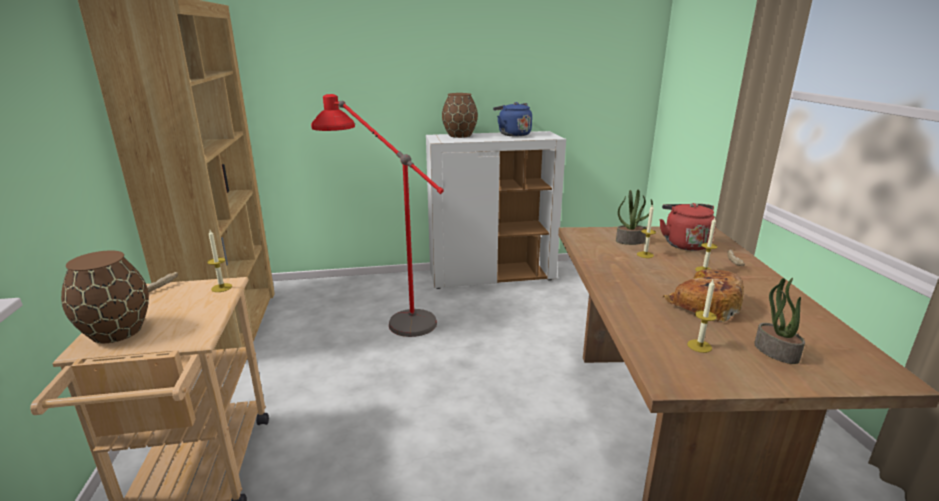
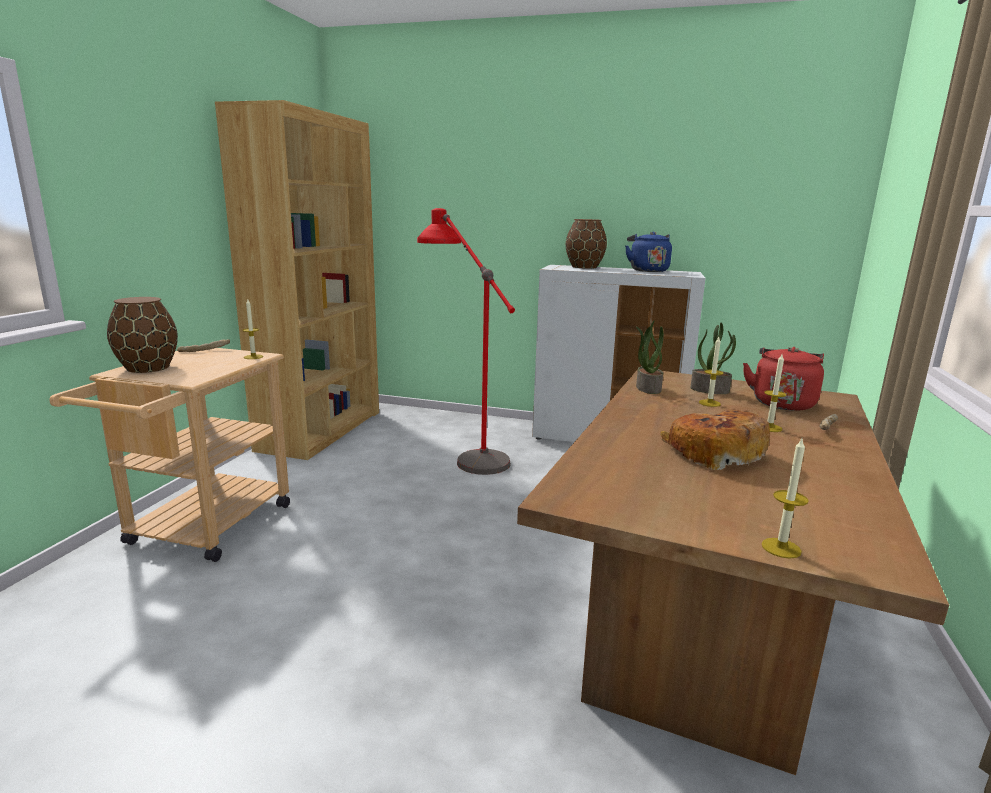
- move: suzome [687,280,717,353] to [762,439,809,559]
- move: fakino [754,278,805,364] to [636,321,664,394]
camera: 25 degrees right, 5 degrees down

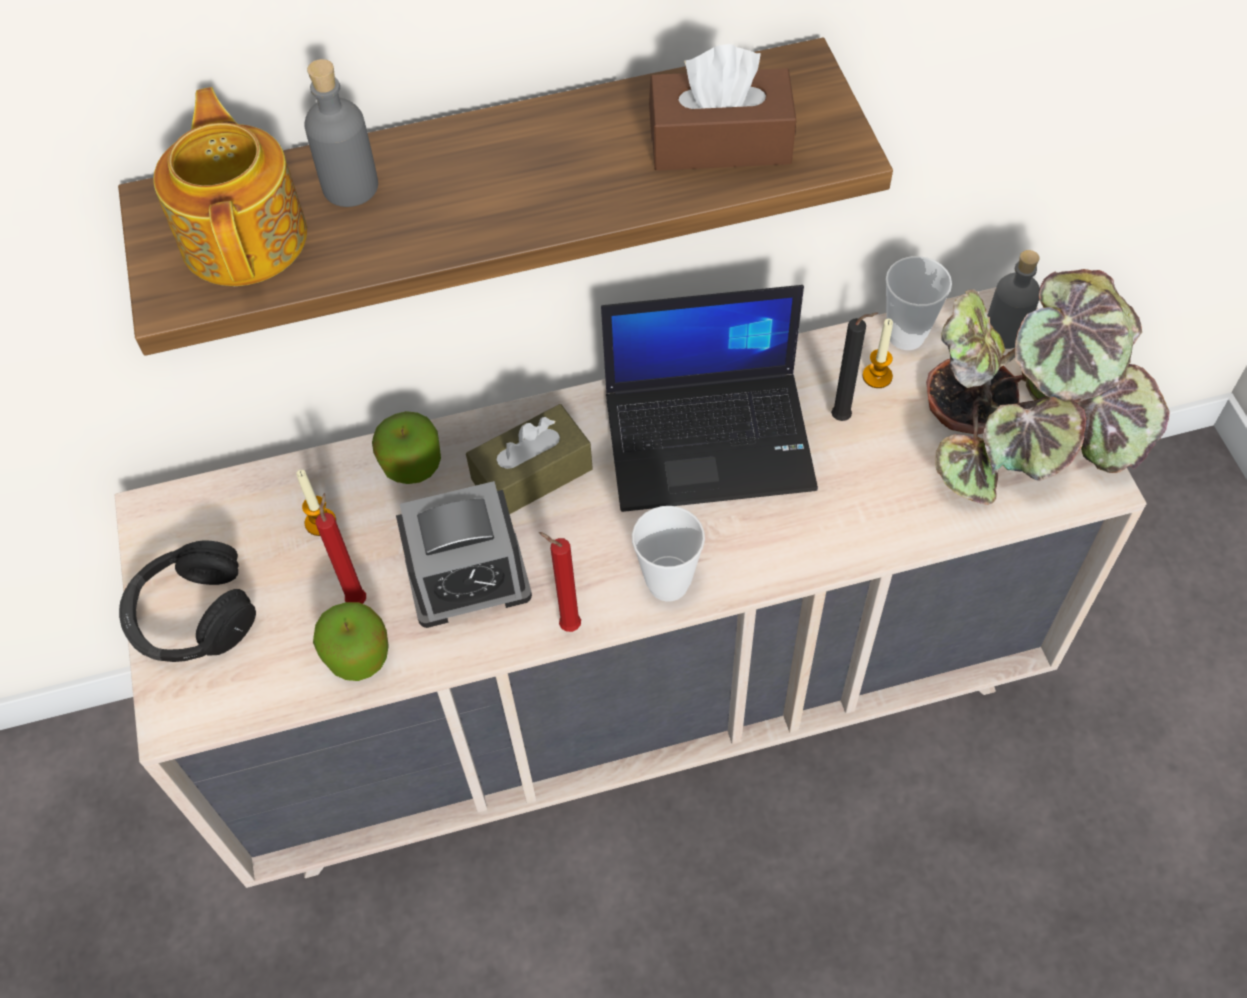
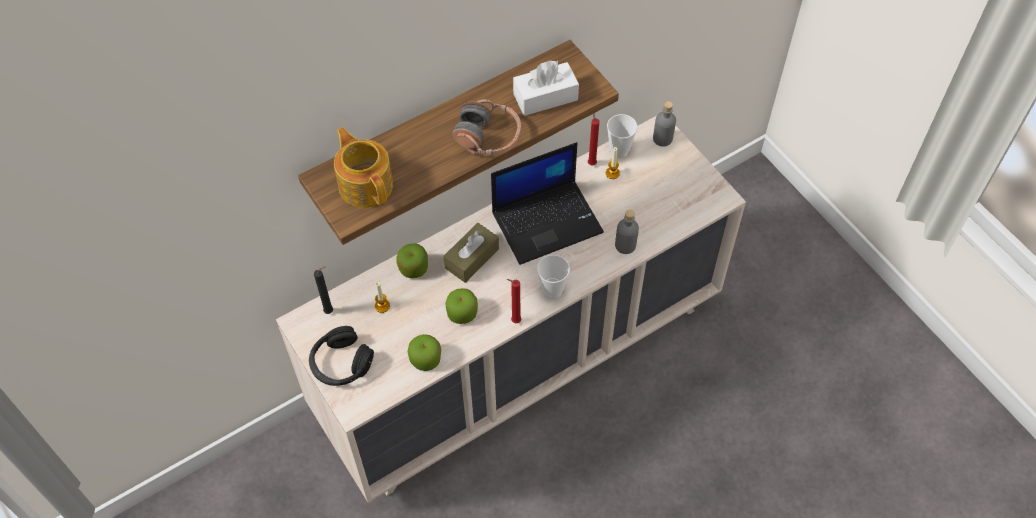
- move: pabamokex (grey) [304,59,378,207] to [615,210,639,254]
- move: suzome (red) [316,493,366,604] to [588,113,599,165]
- replace: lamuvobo [396,481,532,628] to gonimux [445,288,478,324]
- recolor: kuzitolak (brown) [649,44,796,171] to kuzitolak (white) [513,60,579,116]
- move: suzome (black) [831,313,879,421] to [314,266,333,314]
- delete: fakino [926,269,1169,505]
- insert: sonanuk [452,99,521,155]
camera: 20 degrees left, 0 degrees up

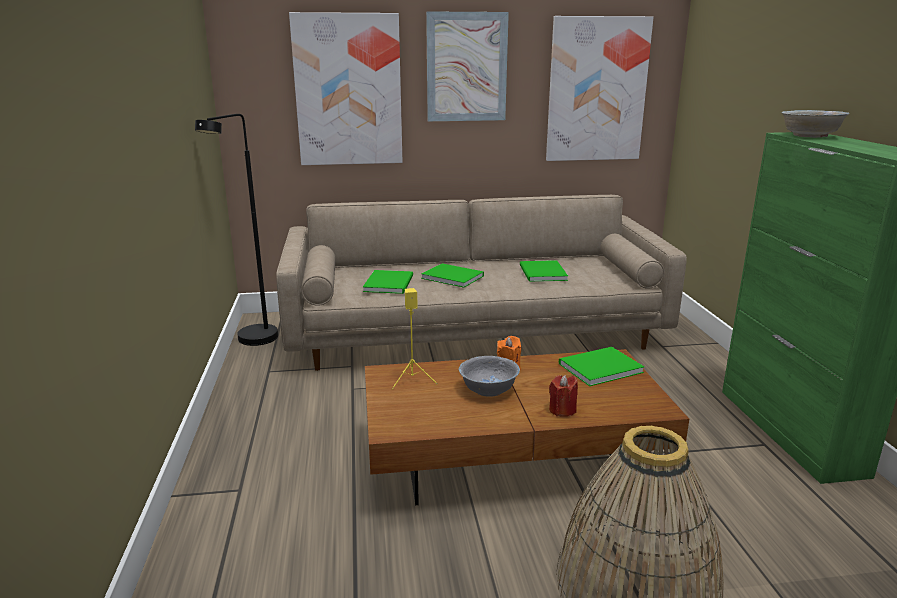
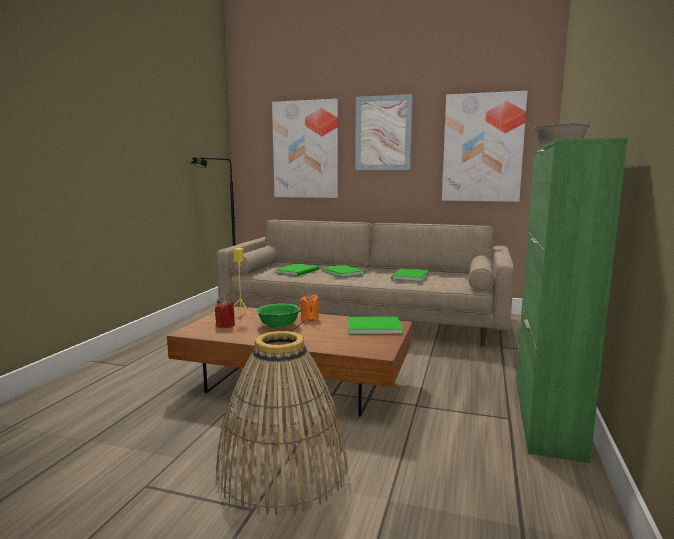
- recolor: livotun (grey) [459,356,520,397] to livotun (green) [256,303,300,328]
- move: suzome (red) [549,375,578,417] to [215,299,235,328]
camera: 25 degrees right, 10 degrees down

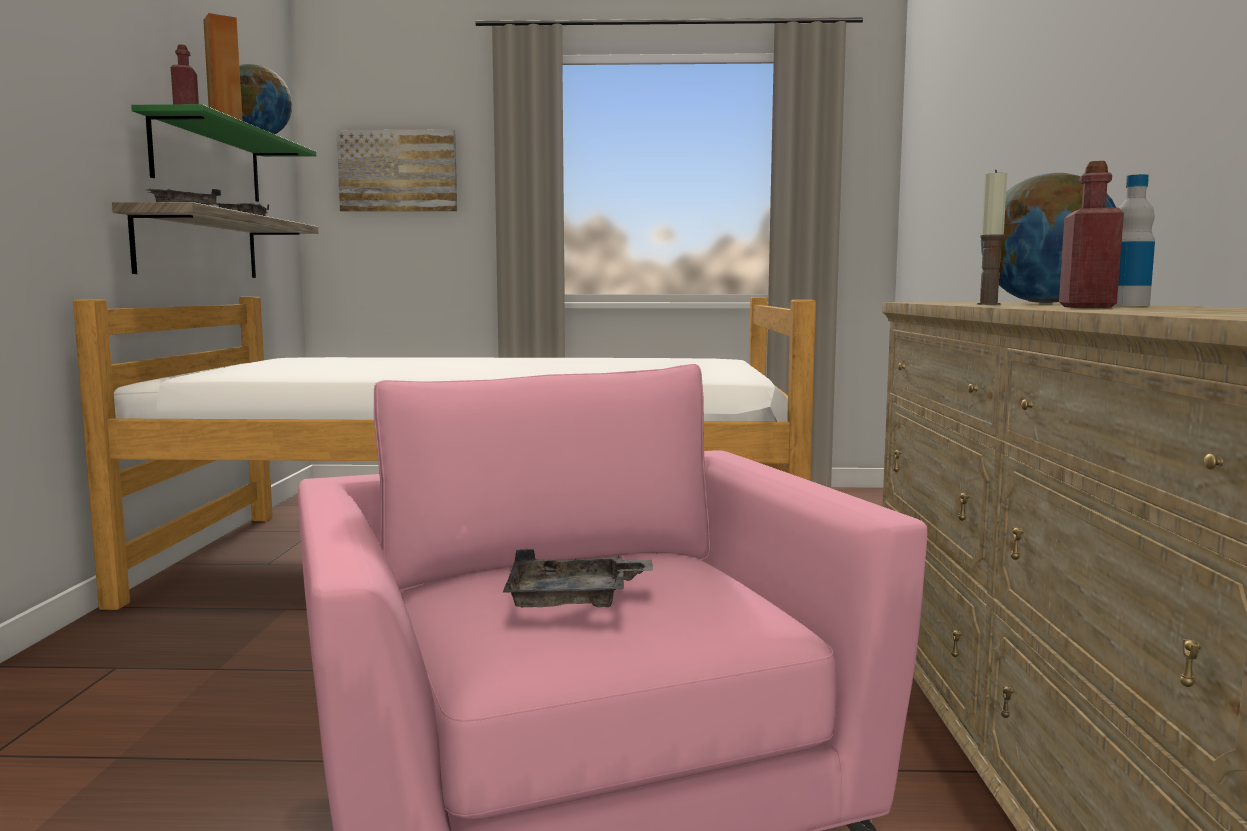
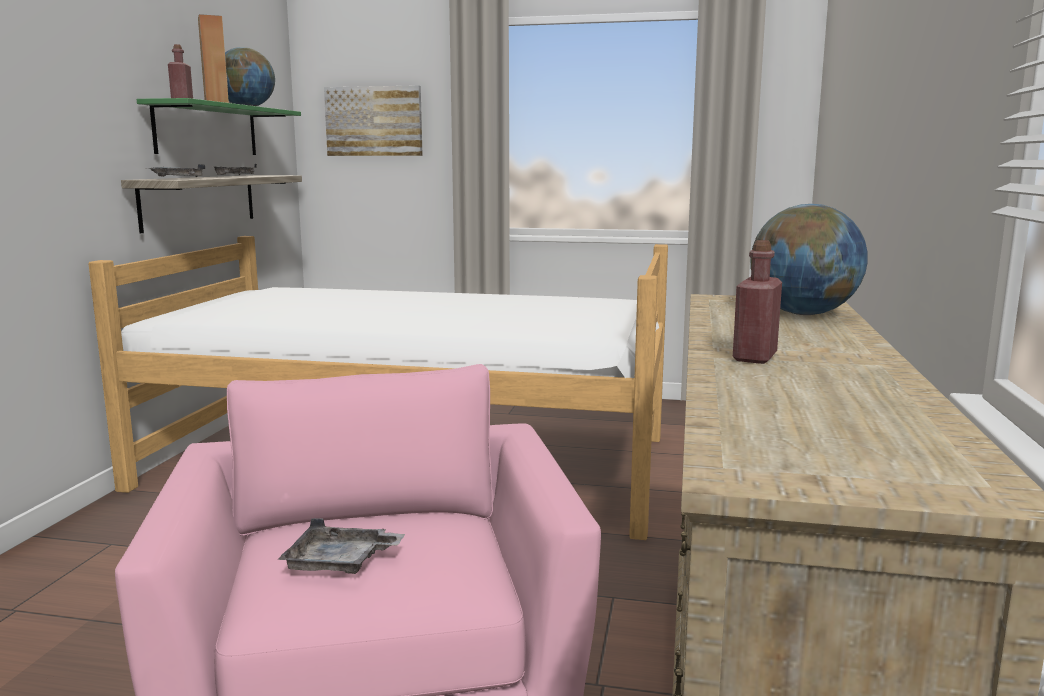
- delete: suzome [977,170,1007,305]
- delete: pabamokex [1114,174,1155,306]
camera: 10 degrees right, 5 degrees up

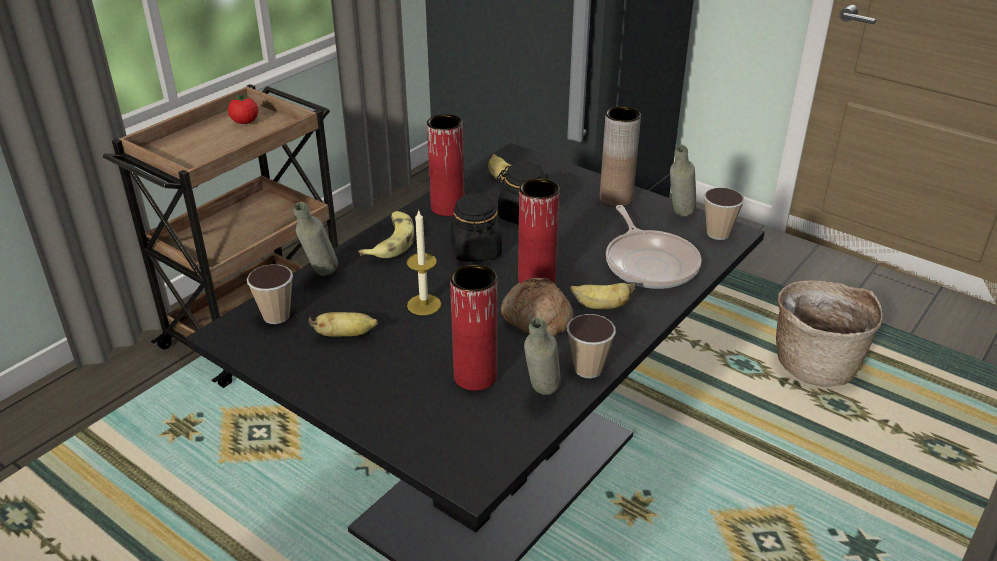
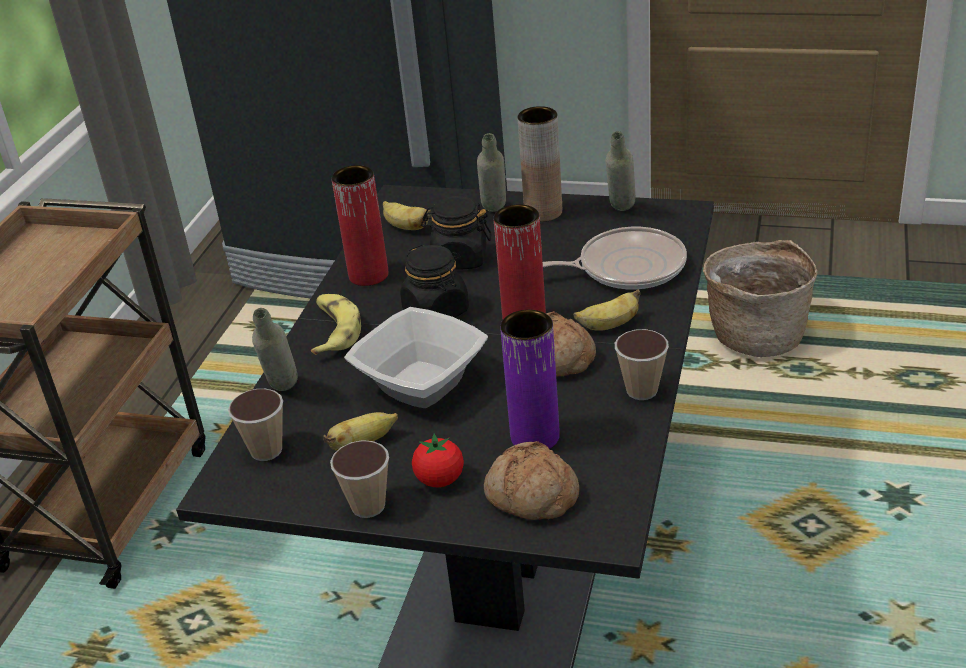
- move: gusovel [228,94,259,124] to [412,434,464,487]
- replace: suzome [407,211,441,315] to livotun [344,307,488,408]
- recolor: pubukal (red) [450,264,497,391] to pubukal (purple) [500,310,560,449]
- move: pabamokex (grey) [524,317,561,395] to [477,133,506,212]
- rotate: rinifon [606,205,701,289] = [543,227,687,290] 60 degrees counterclockwise
- move: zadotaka [704,187,744,240] to [330,440,389,518]
- insert: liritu [484,441,579,520]
camera: 20 degrees left, 0 degrees up

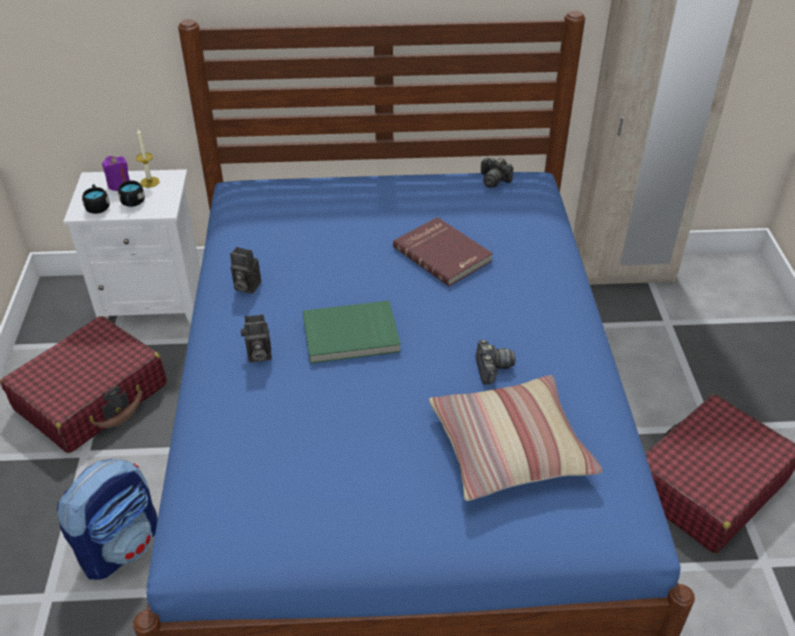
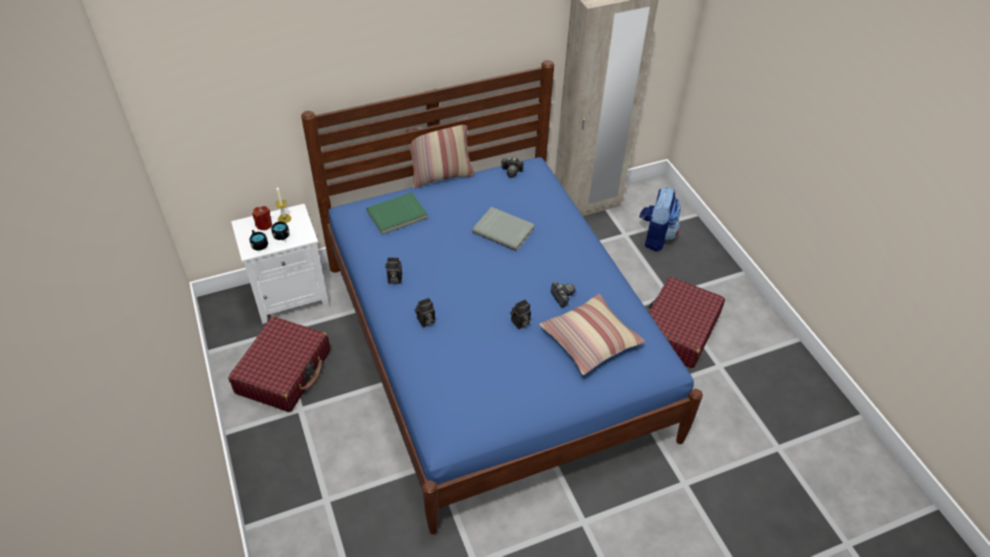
- move: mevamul [57,459,158,580] to [639,187,681,251]
- recolor: suzome (purple) [102,156,130,191] to suzome (red) [252,206,272,230]
- move: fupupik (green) [303,301,401,363] to [367,192,427,234]
- recolor: fupupik (red) [393,217,493,286] to fupupik (grey) [472,207,535,251]
- insert: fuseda [405,117,475,188]
- insert: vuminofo [510,299,531,329]
camera: 20 degrees left, 5 degrees up

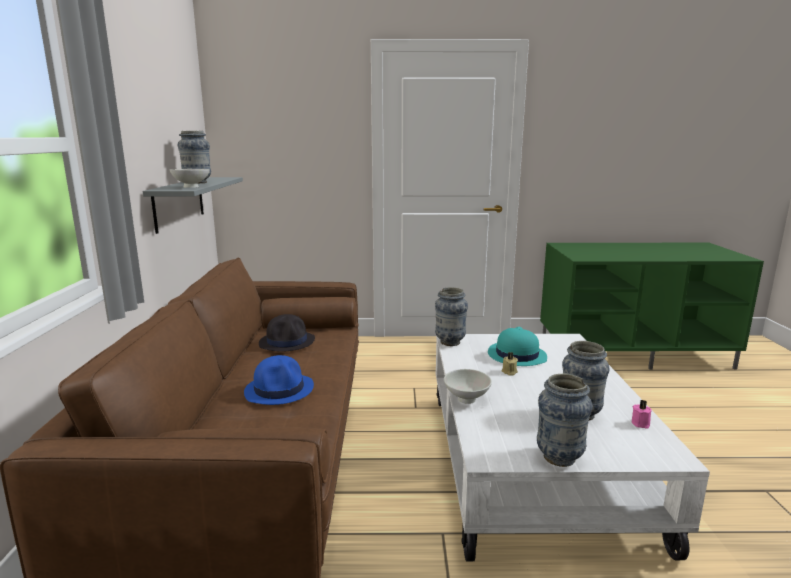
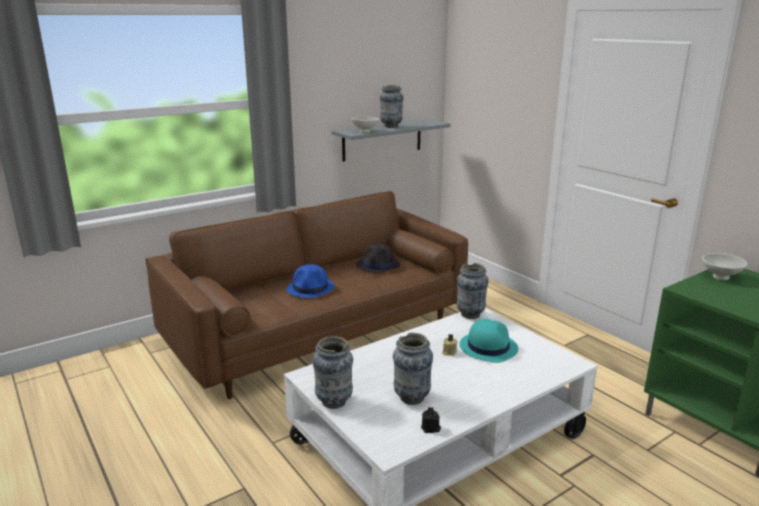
- move: livotun (white) [444,369,492,404] to [702,253,747,280]
- recolor: suzome (pink) [632,400,652,428] to suzome (black) [421,407,441,433]
camera: 55 degrees right, 5 degrees up

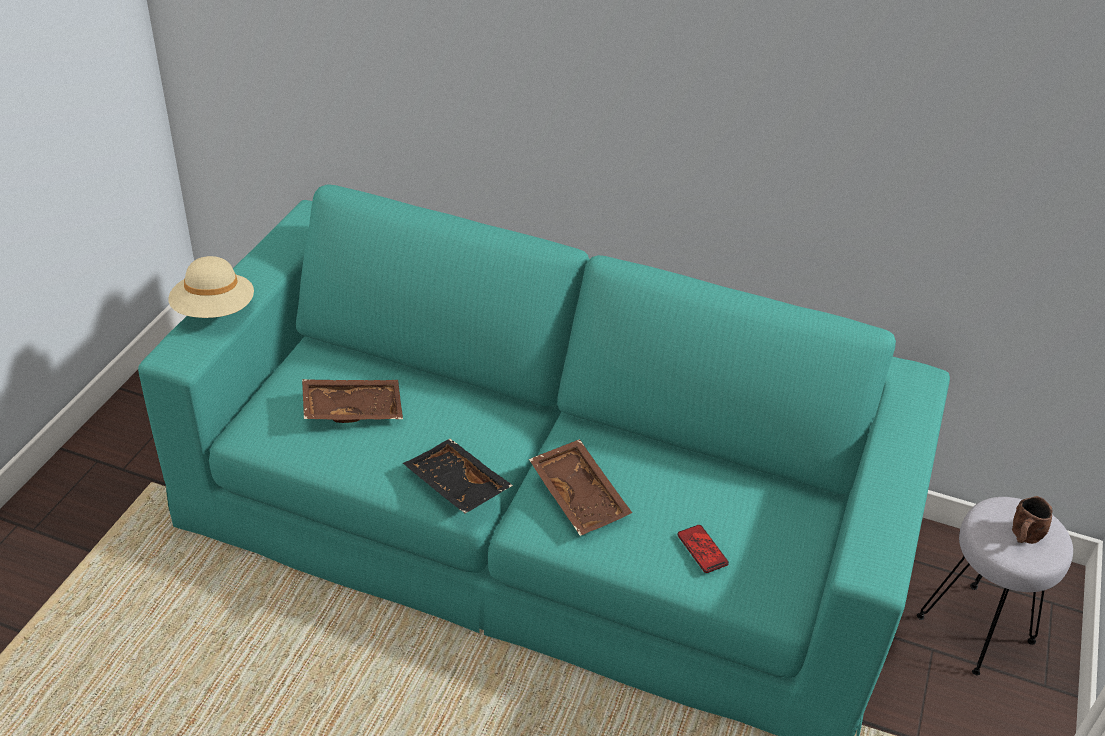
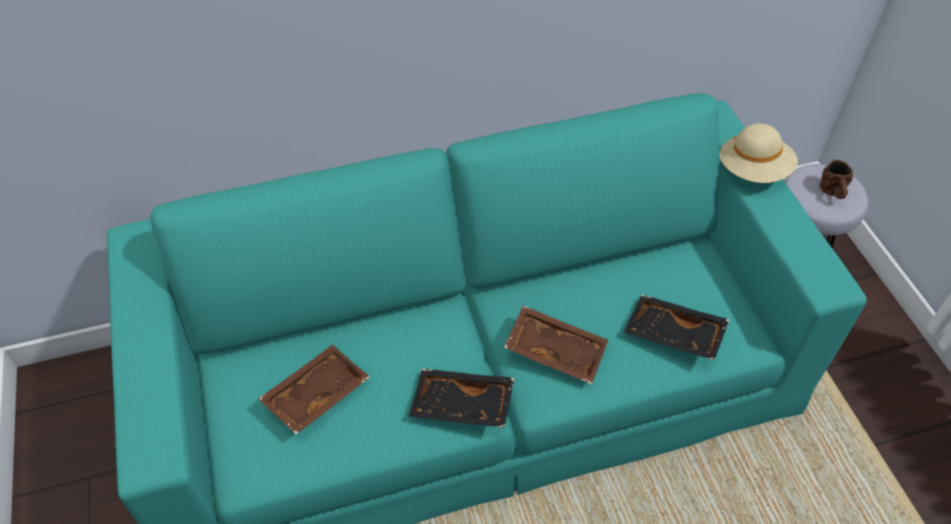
- move: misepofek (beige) [168,256,254,318] to [719,123,798,183]
- replace: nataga [677,525,729,573] to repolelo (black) [624,294,730,360]
camera: 35 degrees left, 10 degrees up

